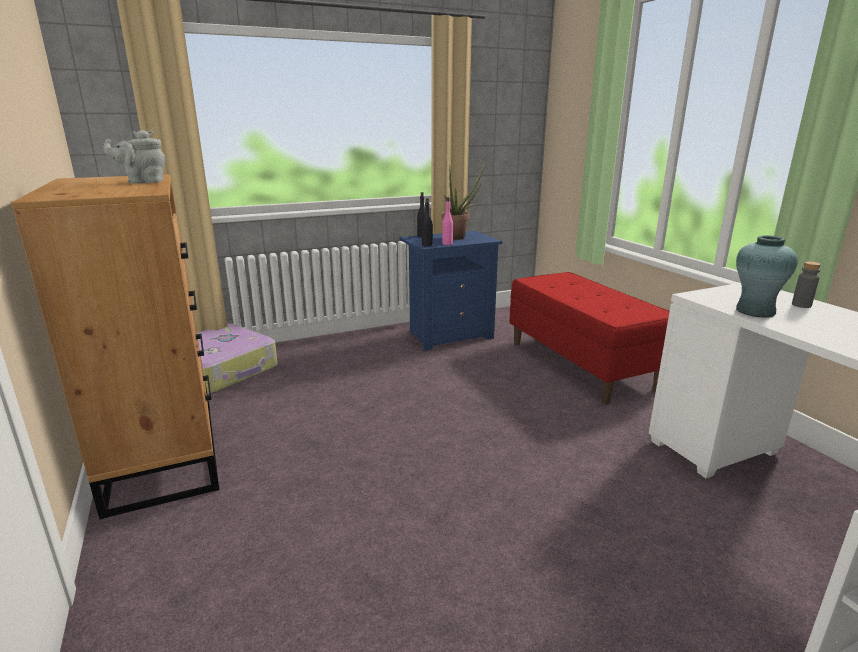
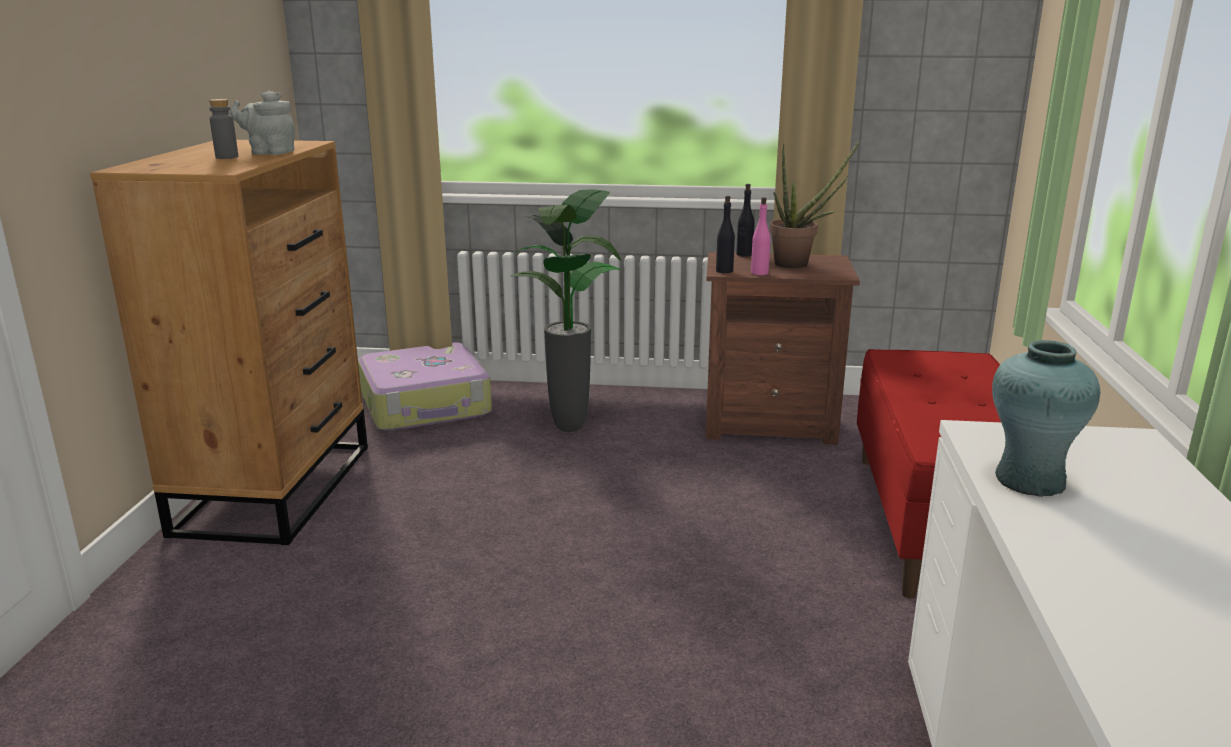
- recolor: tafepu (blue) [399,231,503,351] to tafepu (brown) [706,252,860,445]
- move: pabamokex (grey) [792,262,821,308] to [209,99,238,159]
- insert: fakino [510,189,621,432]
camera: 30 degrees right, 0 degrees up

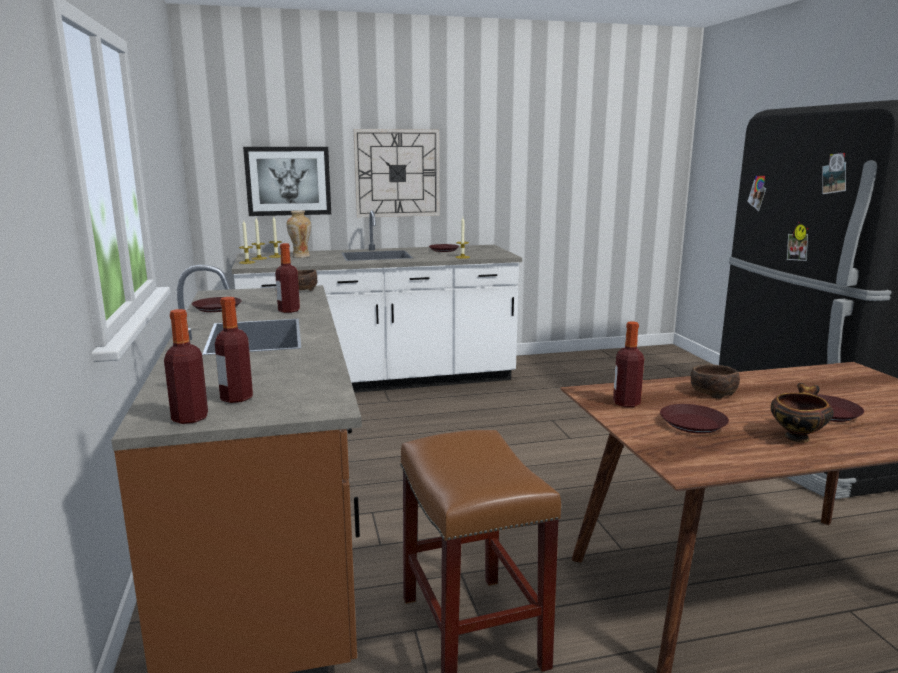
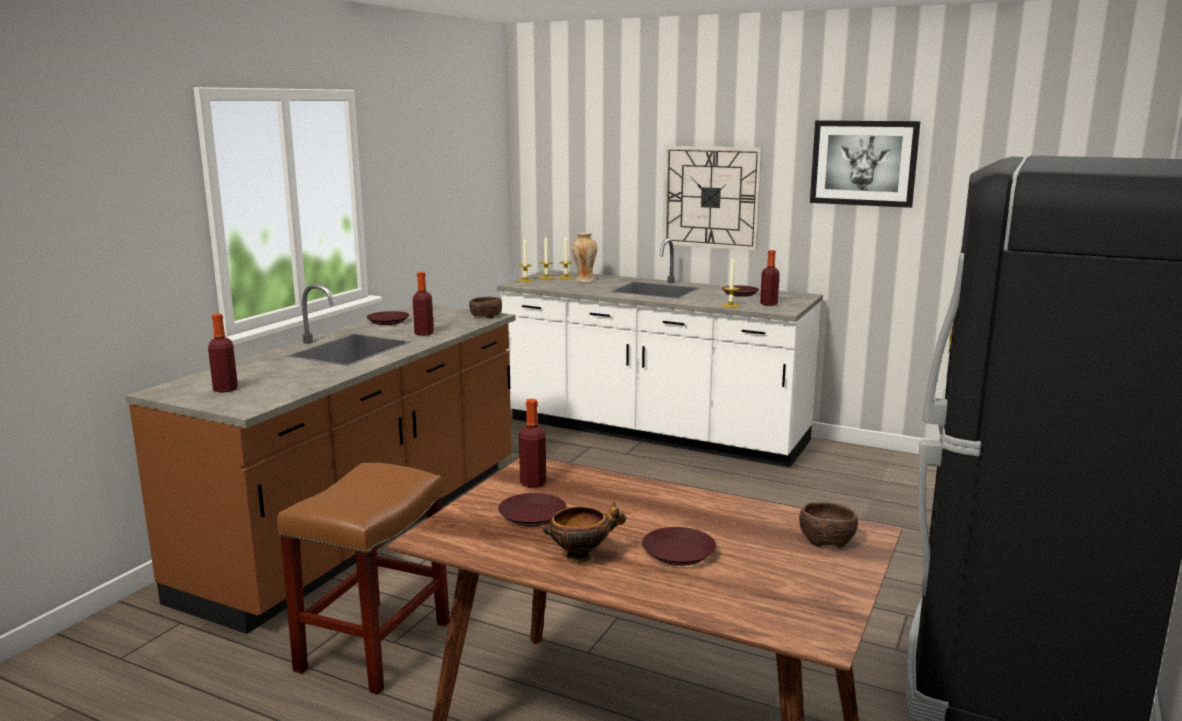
- move: pabamokex [164,309,208,424] to [760,250,780,306]
- move: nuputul [243,147,331,216] to [810,120,921,208]
- move: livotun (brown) [691,364,740,399] to [799,502,858,548]
camera: 40 degrees right, 0 degrees up

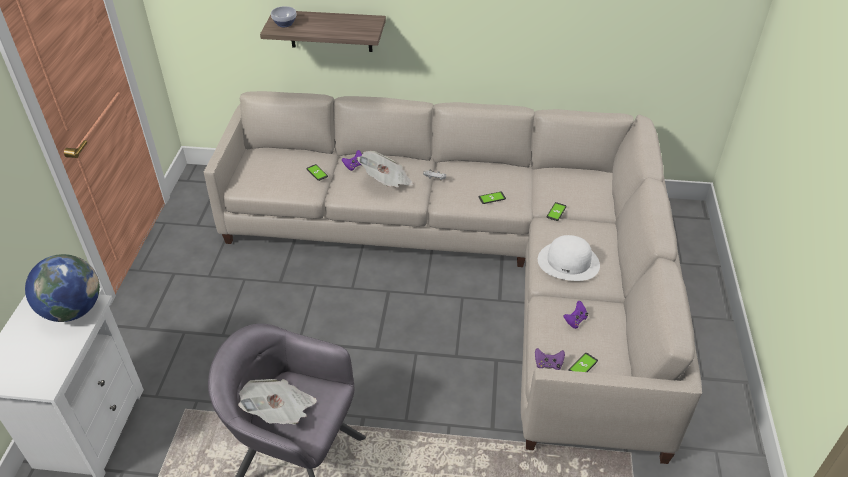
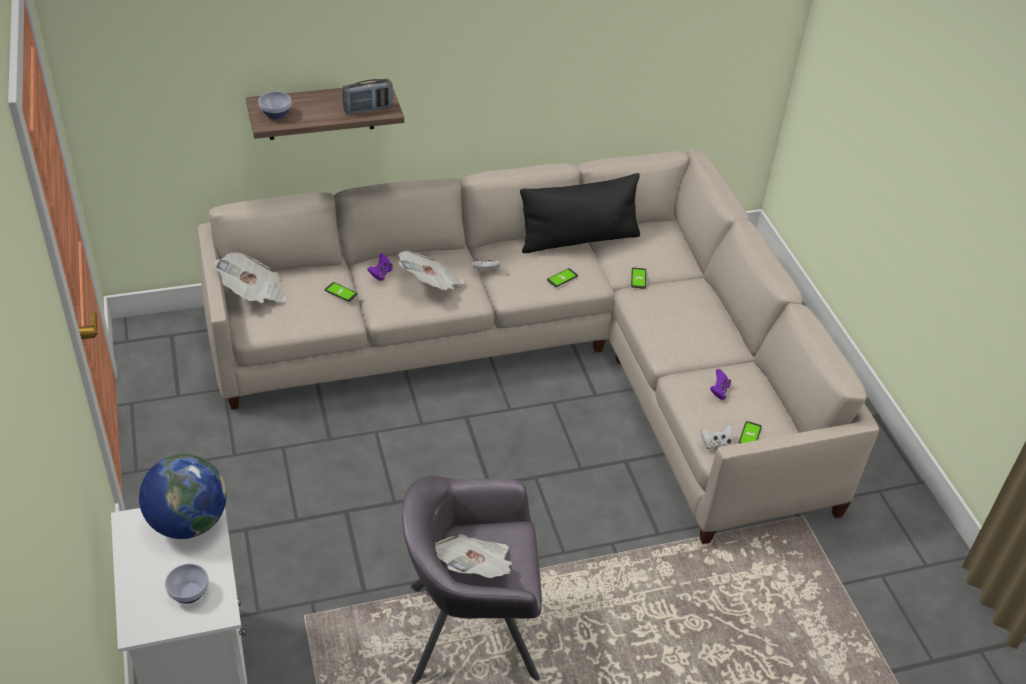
- recolor: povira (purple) [535,348,565,370] to povira (white) [701,424,732,450]
- delete: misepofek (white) [538,235,600,281]
- insert: livotun [165,564,209,604]
- insert: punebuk [214,252,287,303]
- insert: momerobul [342,79,393,114]
- insert: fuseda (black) [520,173,640,253]
camera: 25 degrees left, 0 degrees up

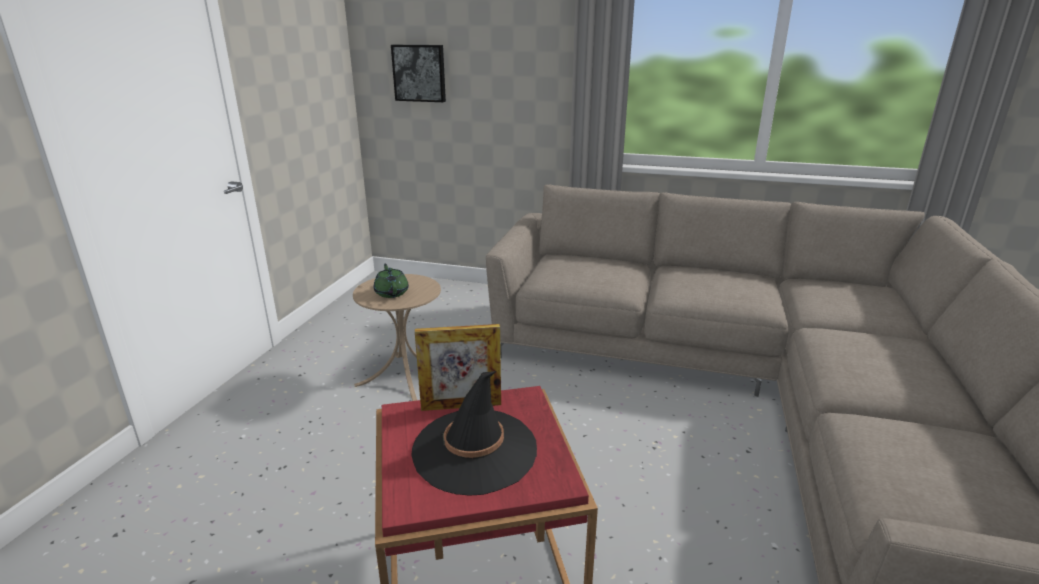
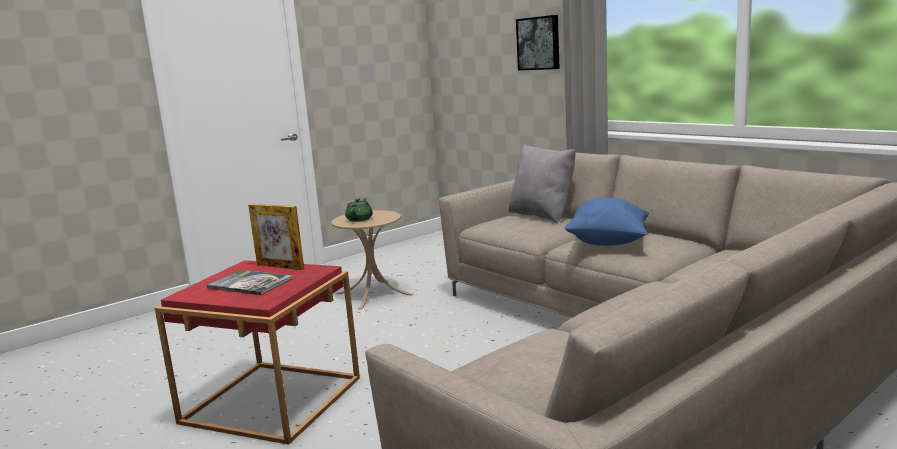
- move: nuputul [391,45,446,102] to [516,15,560,71]
- replace: misepofek (black) [411,371,537,496] to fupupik [207,270,293,295]
- insert: fuseda (grey) [509,144,576,223]
- insert: fuseda (blue) [565,197,649,246]
camera: 35 degrees right, 10 degrees down

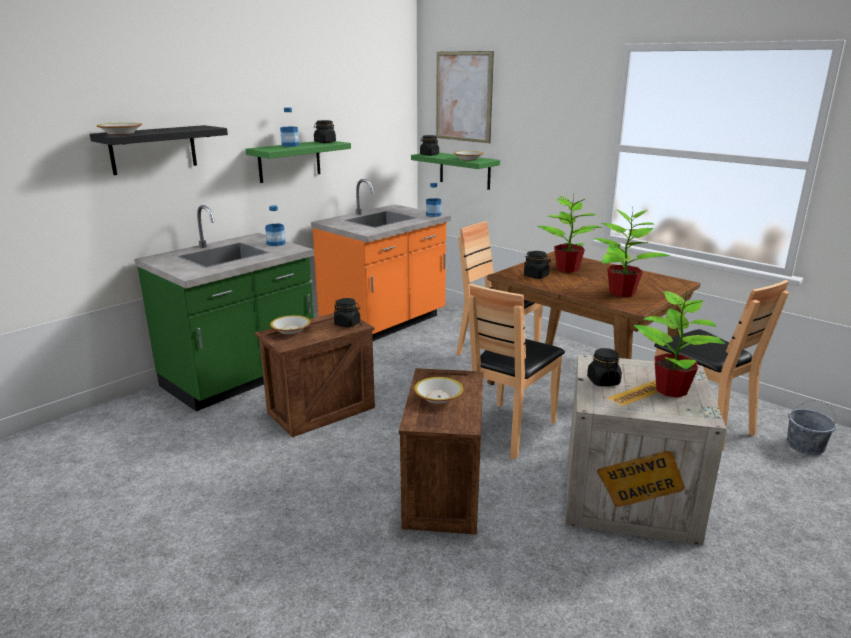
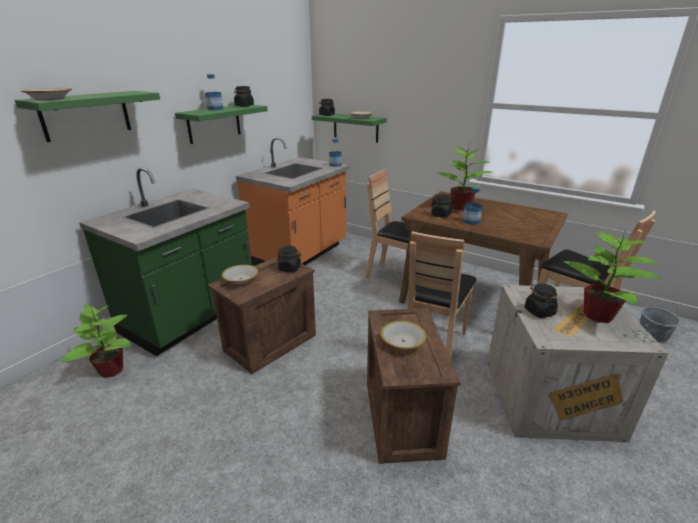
- recolor: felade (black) [90,125,228,175] to felade (green) [14,91,160,142]
- move: pabamokex [265,205,286,246] to [463,187,482,225]
- delete: nuputul [436,51,494,143]
- move: fakino [594,207,670,297] to [61,304,132,378]
camera: 10 degrees left, 5 degrees up

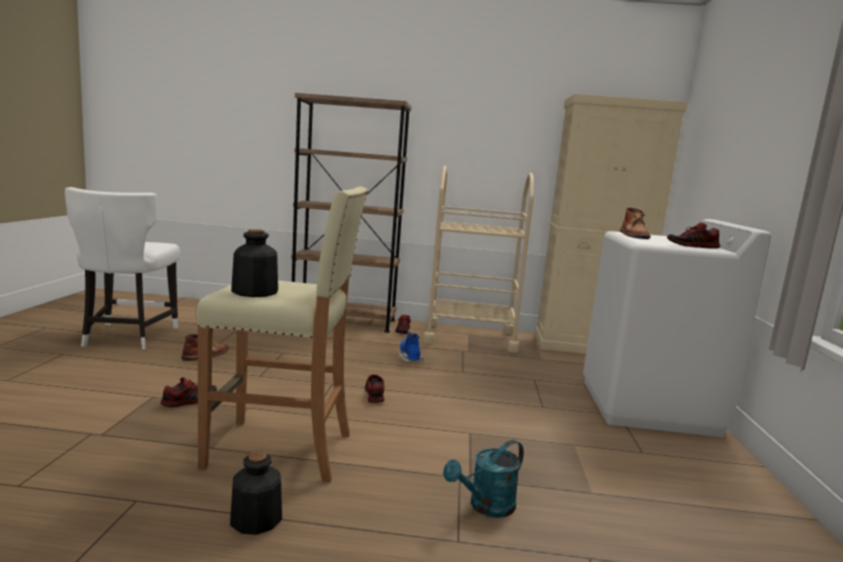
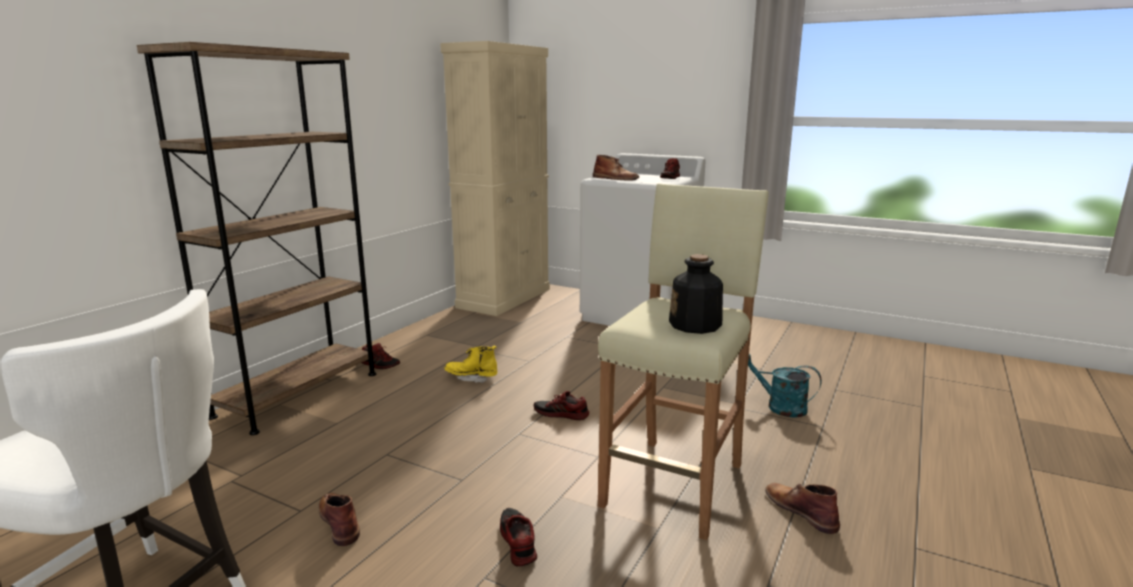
- replace: pabamokex [230,451,282,535] to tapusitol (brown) [765,483,840,534]
- recolor: tapusitol (blue) [399,331,423,362] to tapusitol (yellow) [444,346,497,383]
- delete: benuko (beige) [423,166,534,353]
- rotate: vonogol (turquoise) [443,440,524,518] = [748,354,822,418] 135 degrees clockwise
camera: 65 degrees left, 5 degrees up

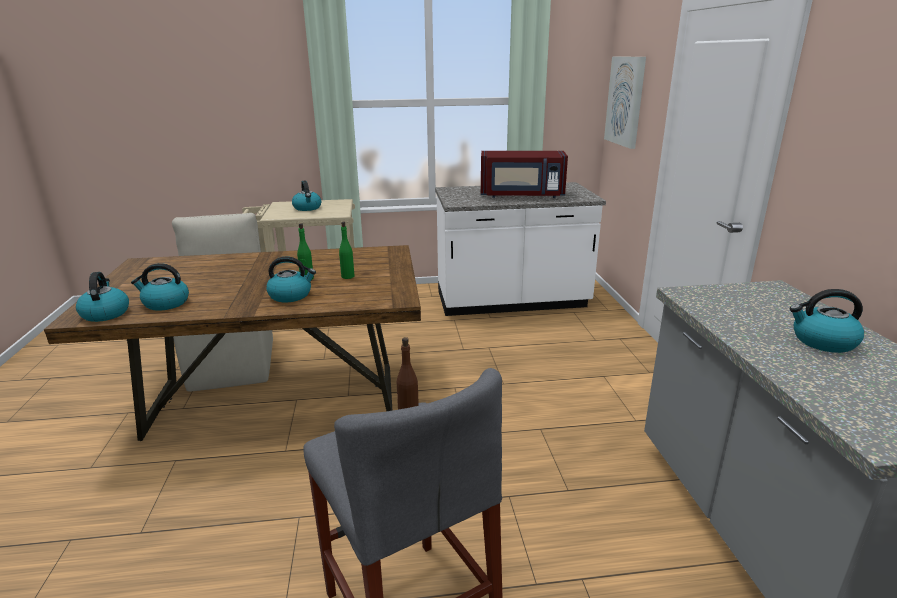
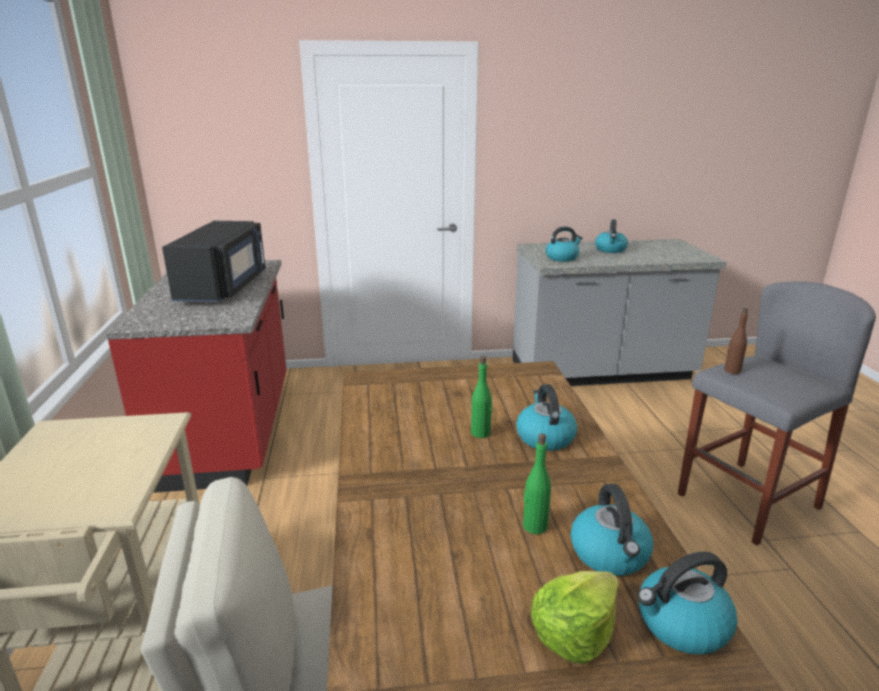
- move: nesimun [292,180,321,211] to [546,226,582,262]
- move: pabamokex (green) [339,221,355,279] to [523,434,551,534]
- recolor: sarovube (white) [435,182,606,316] to sarovube (red) [106,260,287,493]
- recolor: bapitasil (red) [481,151,568,198] to bapitasil (black) [162,221,266,302]
- delete: nuputul [604,57,646,149]
- insert: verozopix [531,571,619,664]
camera: 90 degrees left, 0 degrees up

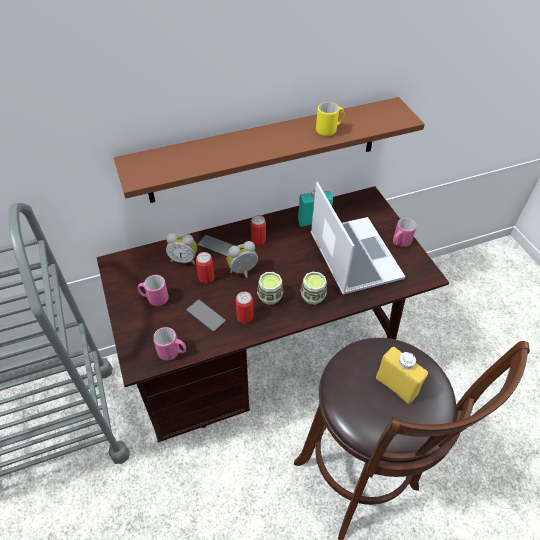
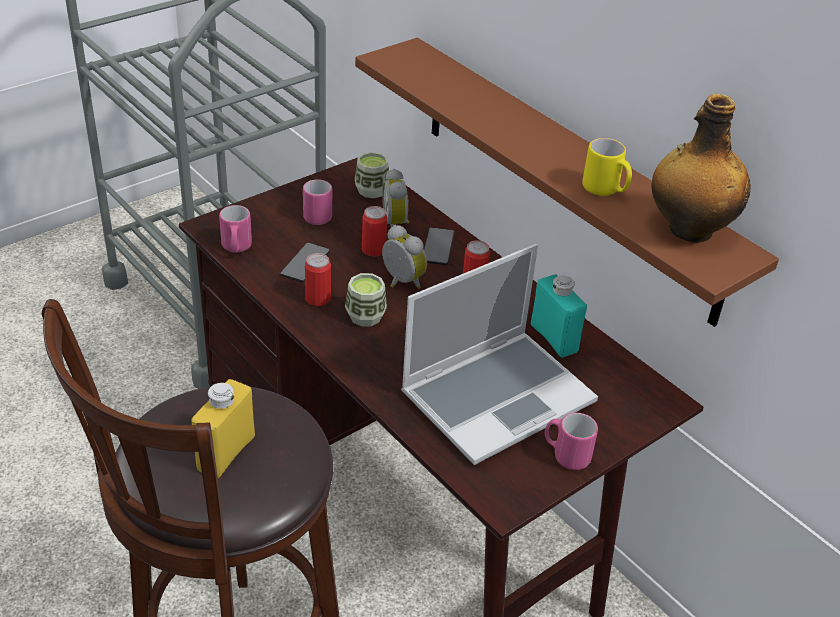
- move: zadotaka [301,272,327,305] to [355,152,389,198]
- insert: pabamokex [651,94,751,243]
camera: 70 degrees right, 10 degrees down

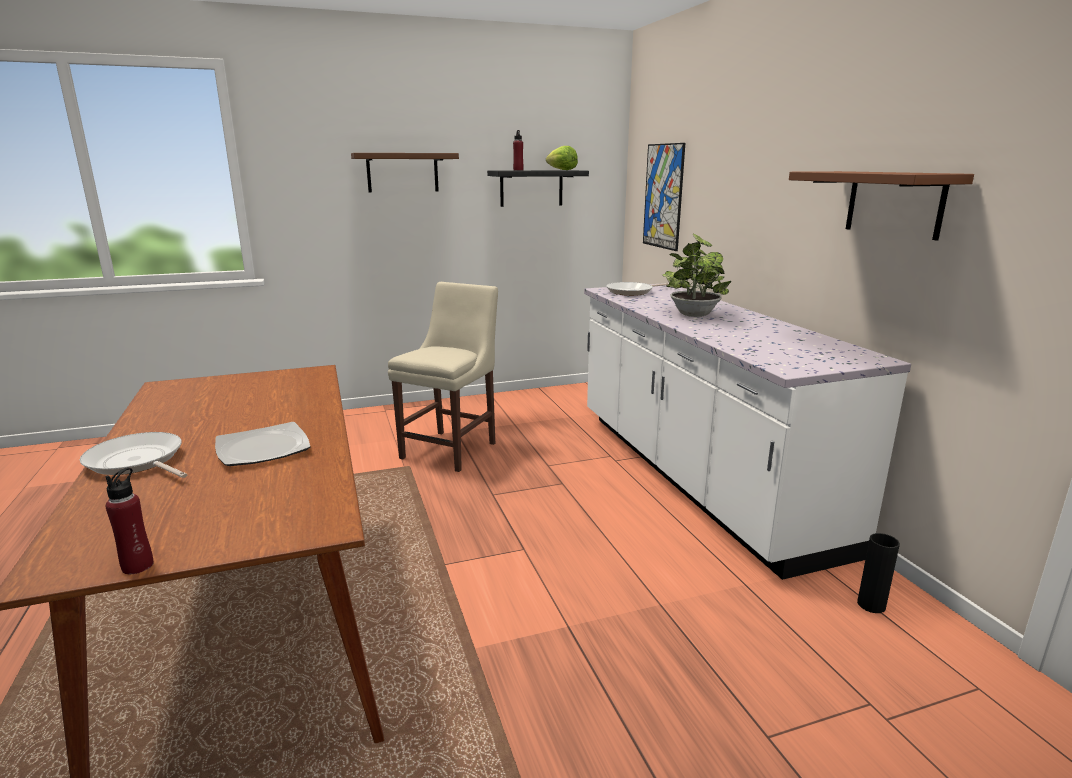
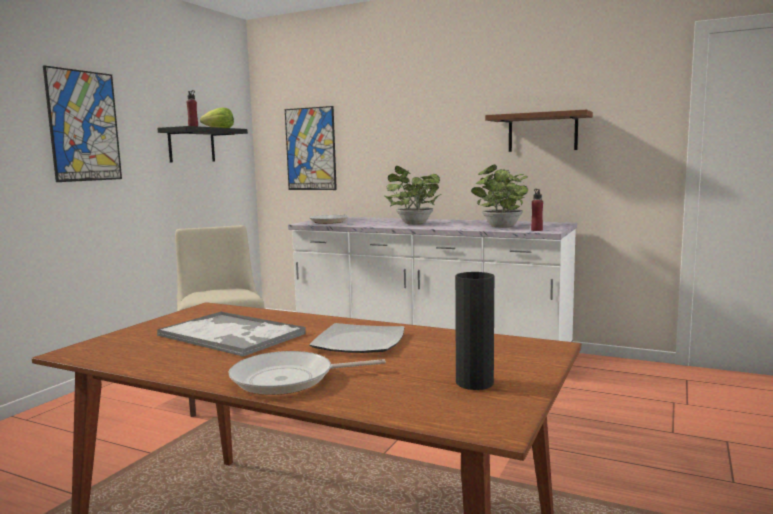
- move: pabamokex (red) [105,467,154,574] to [531,189,543,231]
- replace: felade (brown) [351,153,459,192] to nuputul [43,65,122,182]
- move: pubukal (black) [857,533,900,613] to [455,272,494,390]
- insert: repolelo [157,311,306,357]
- insert: fakino [471,165,528,228]
camera: 45 degrees left, 10 degrees down

